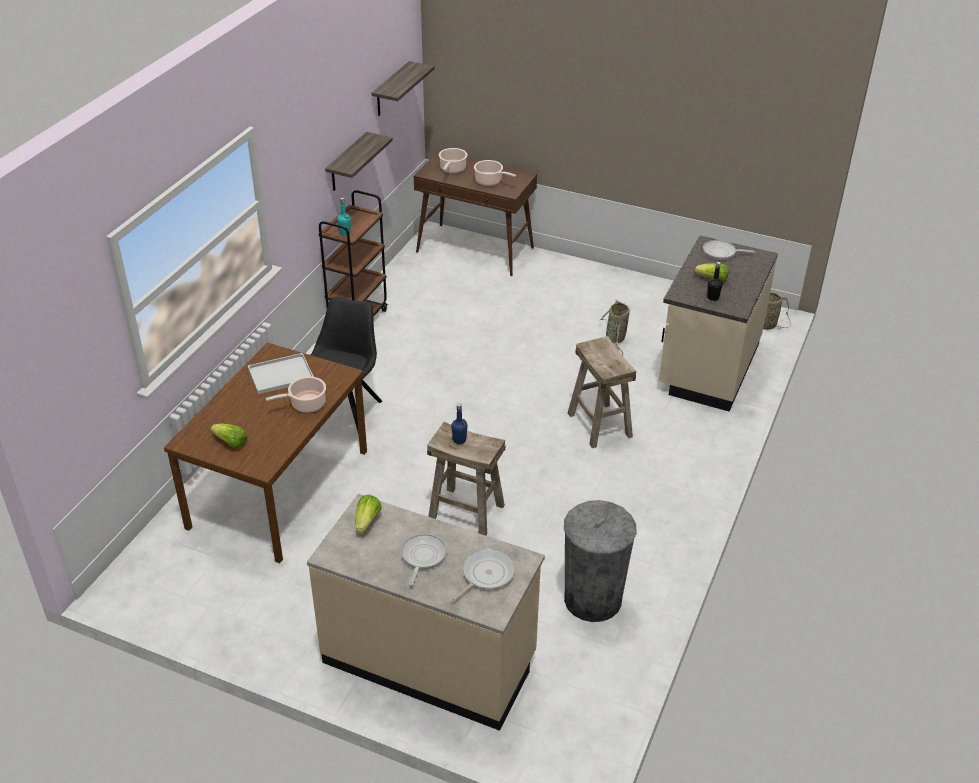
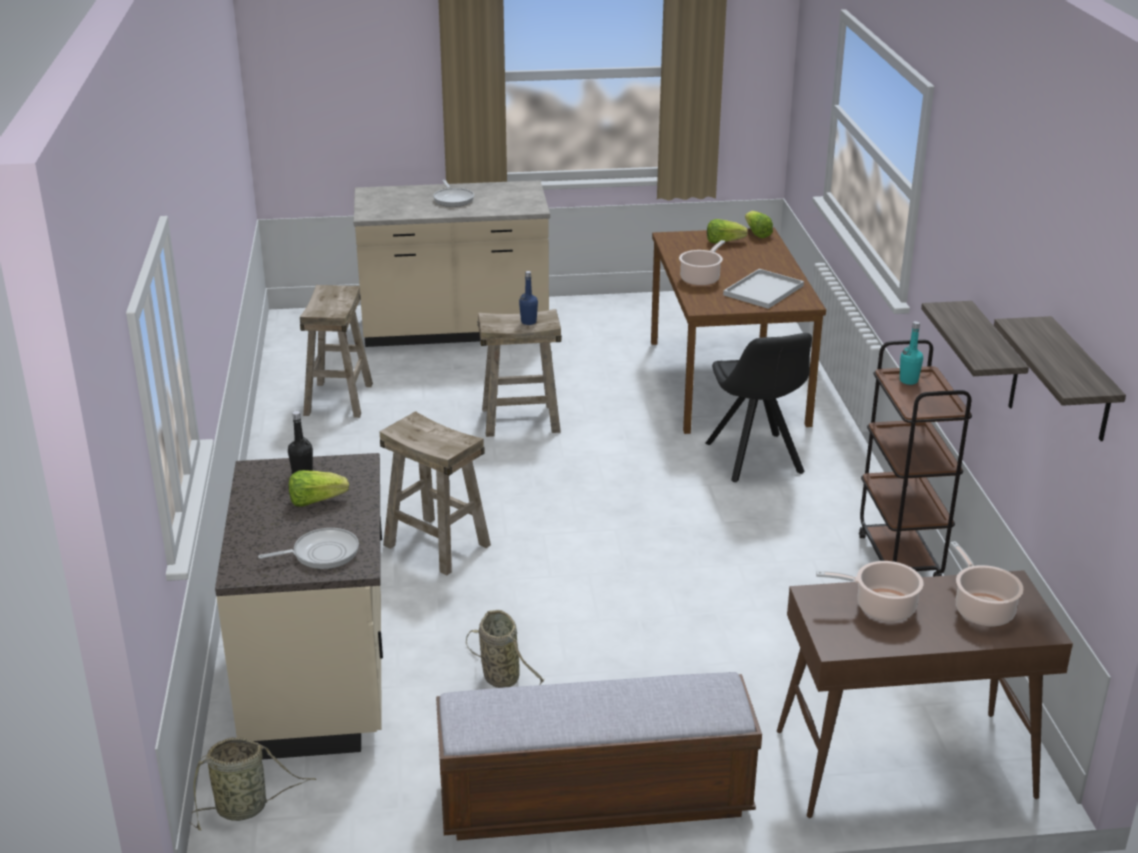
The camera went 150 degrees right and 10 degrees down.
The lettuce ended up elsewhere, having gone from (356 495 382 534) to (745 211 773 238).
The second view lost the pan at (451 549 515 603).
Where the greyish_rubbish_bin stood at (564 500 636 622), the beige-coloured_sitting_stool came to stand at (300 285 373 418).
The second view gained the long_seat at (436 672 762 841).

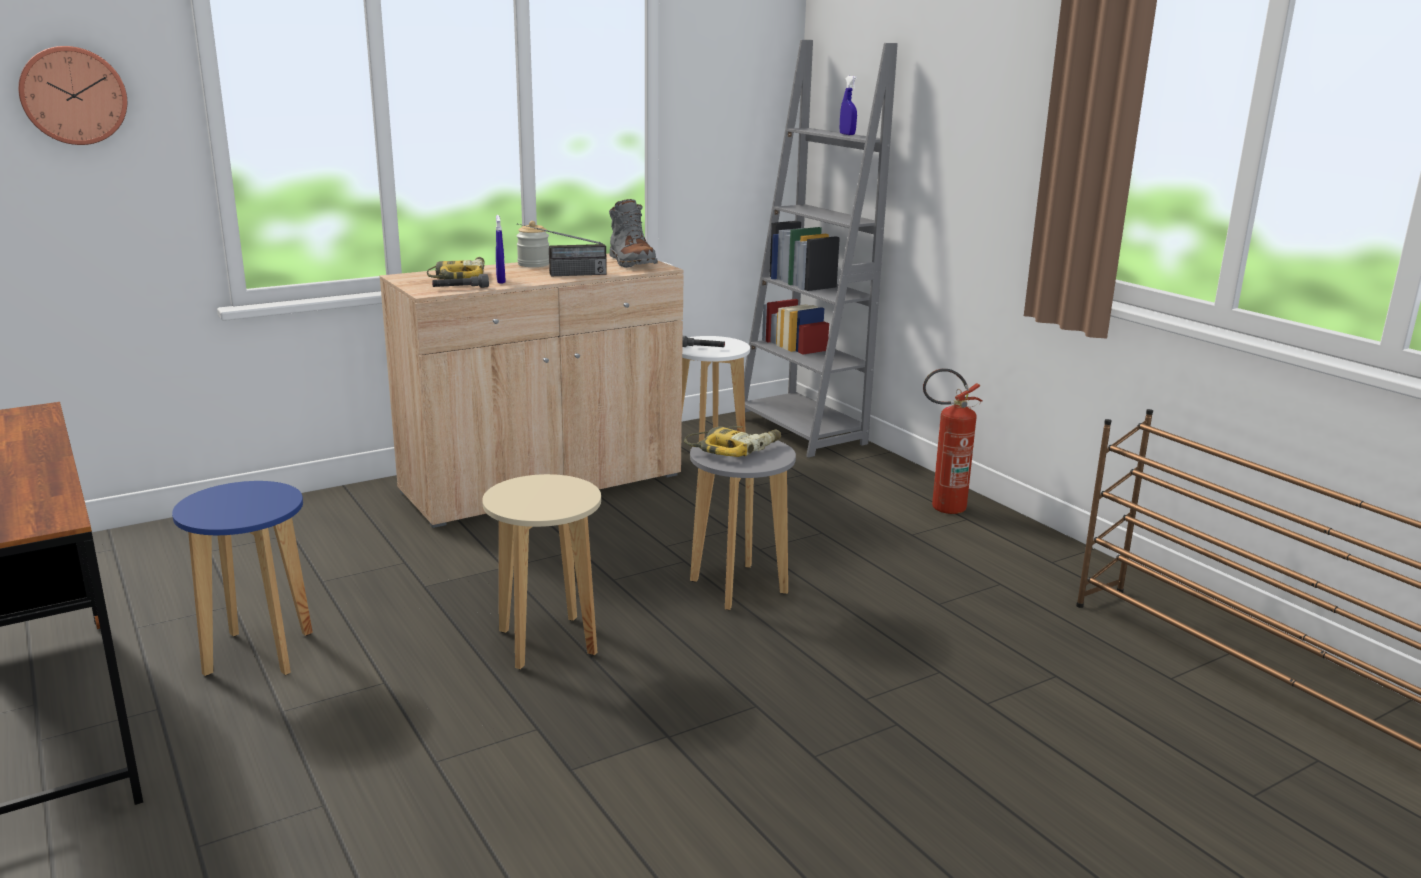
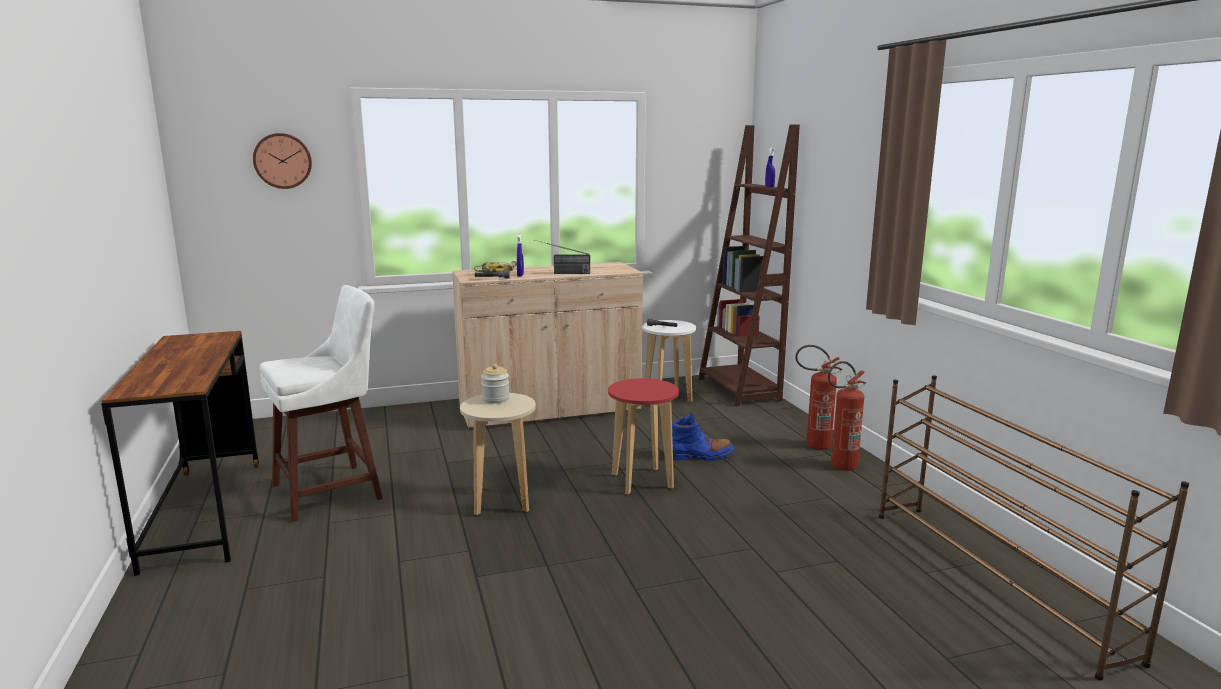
The camera went 15 degrees right and 5 degrees down.
Where the blue-coloured_sitting_stool stood at (172 481 313 676), the white_upright_chair came to stand at (260 285 383 522).
The storage_jar ended up elsewhere, having gone from (516 221 549 267) to (481 364 510 404).
The second view lost the greyish_high-top_boot at (609 199 658 268).
The second view lost the electric_drill at (684 426 781 457).
What was the greyish_sitting_stool at (690 440 796 610) turned into the reddish_sitting_stool at (608 378 679 495).
What was the greyish_bookshelf at (744 40 898 457) turned into the brownish_bookshelf at (698 125 800 406).
The second view gained the blue-coloured_high-top_boot at (672 413 734 461).
The second view gained the extinguisher at (828 361 866 471).

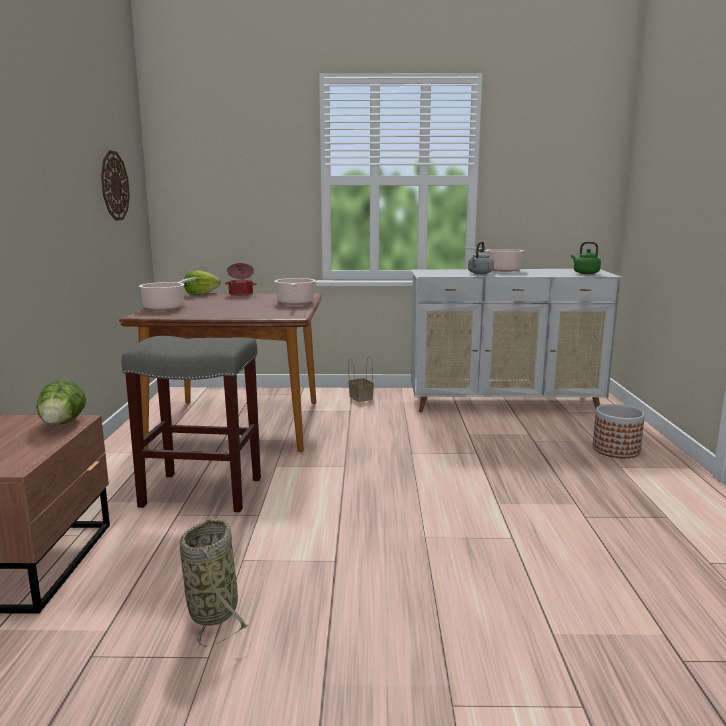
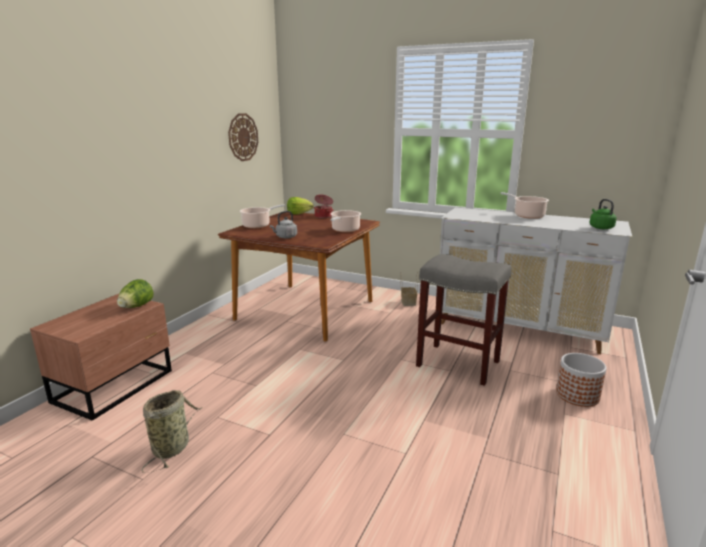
The camera went 25 degrees right and 5 degrees up.
The greyish_sitting_stool ended up elsewhere, having gone from (122 336 261 512) to (416 254 512 386).
The greyish_kettle ended up elsewhere, having gone from (468 242 494 274) to (270 211 297 239).

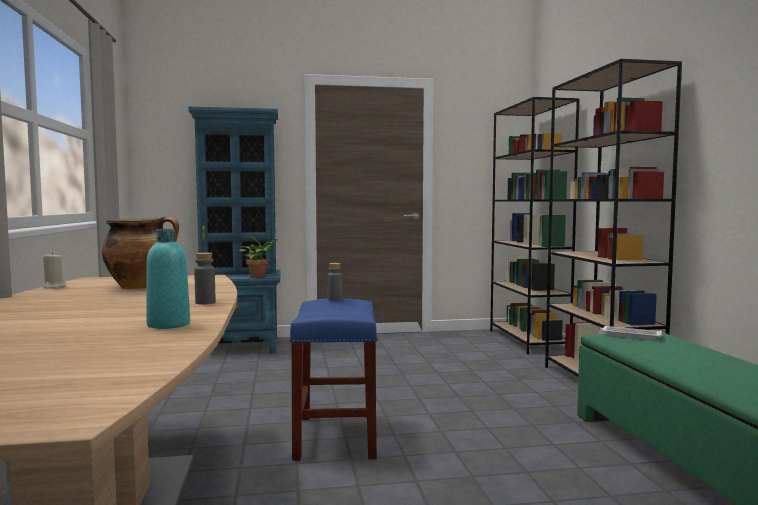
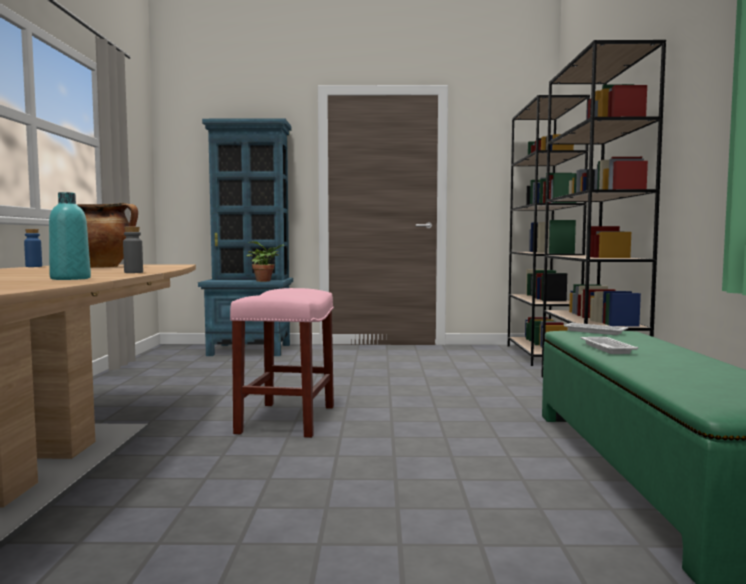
The camera went 10 degrees right and 0 degrees up.
Where the beige-coloured_candle stood at (42 252 66 289), the blue-coloured_bottle came to stand at (24 229 42 267).
What was the blue-coloured_sitting_stool at (289 298 378 461) turned into the pink_sitting_stool at (230 288 334 438).
The second view lost the greyish_bottle at (328 263 342 301).
The second view gained the white_tray at (580 337 638 354).

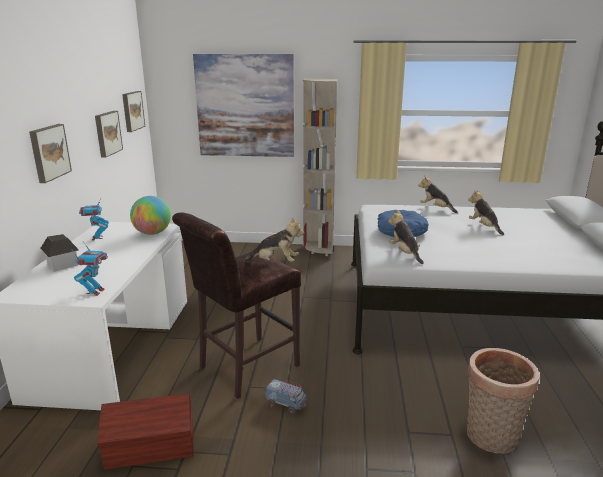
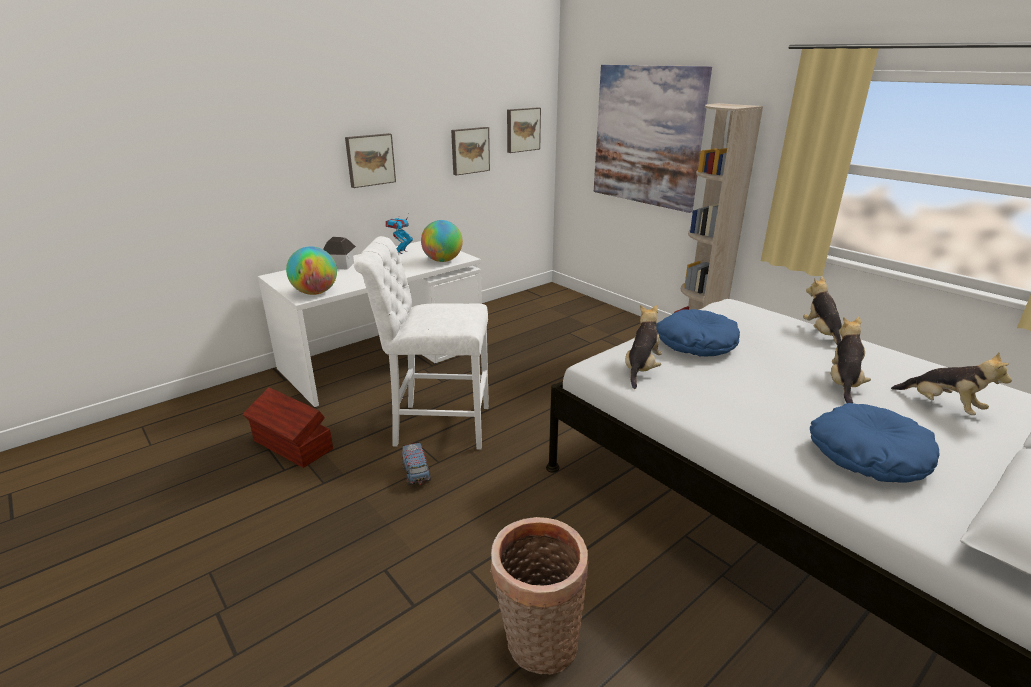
The camera went 45 degrees right and 5 degrees up.
Where the toy_robot stood at (71 241 108 296), the globe came to stand at (286 246 337 295).
What was the brownish_sitting_stool at (172 213 301 399) turned into the white_sitting_stool at (354 236 489 450).
The plush_toy ended up elsewhere, having gone from (244 217 304 262) to (891 352 1012 415).
The second view gained the blue-coloured_throw_pillow at (810 403 940 483).

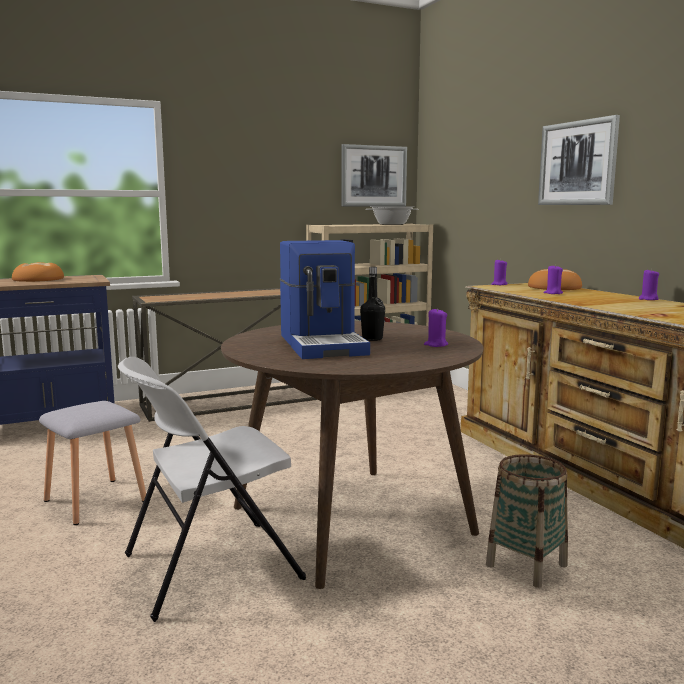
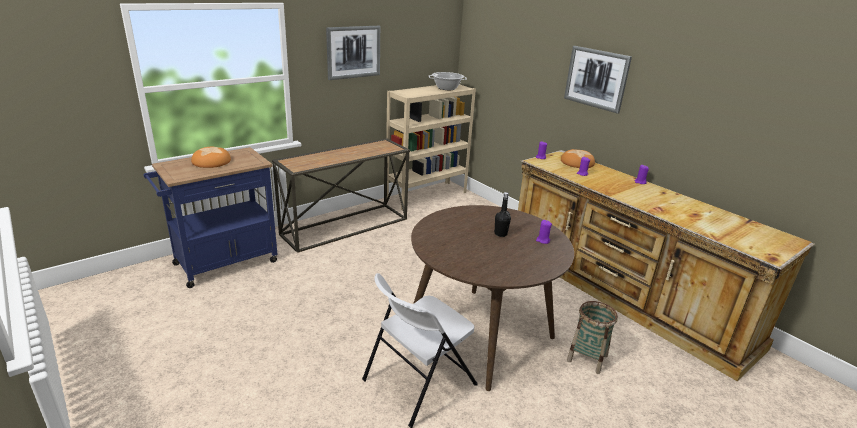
The camera went 15 degrees left and 15 degrees up.
The second view lost the greyish_sitting_stool at (39 401 146 525).
The second view lost the coffee_maker at (279 240 370 359).
The wall_art ended up elsewhere, having gone from (341 144 407 206) to (326 26 380 80).

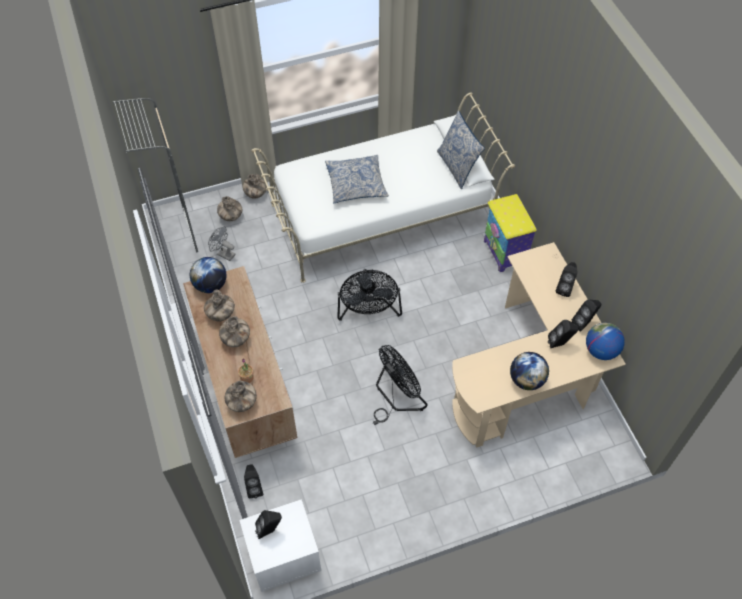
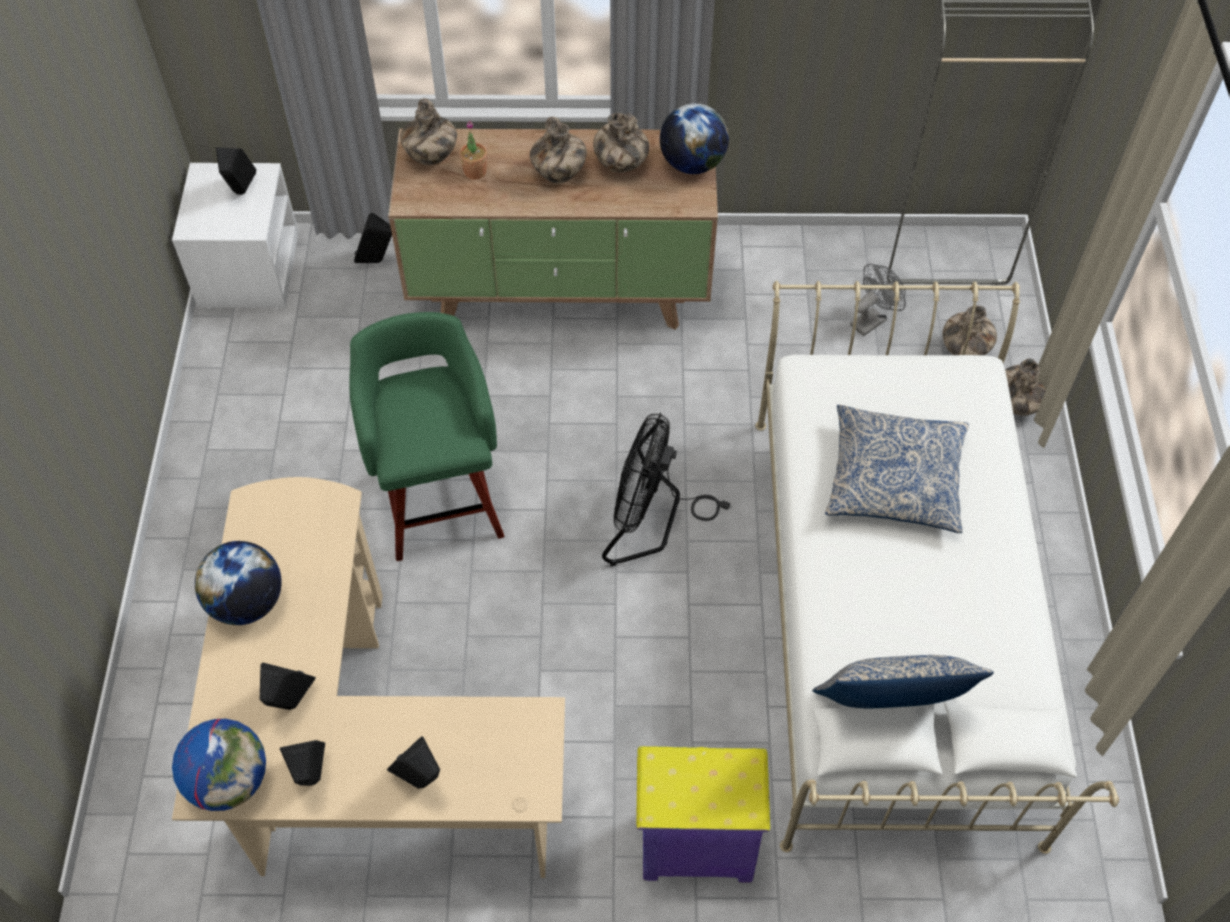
The camera went 110 degrees right and 0 degrees up.
Where the blackish_fan stood at (373 345 428 425), the green_sitting_stool came to stand at (349 312 504 561).

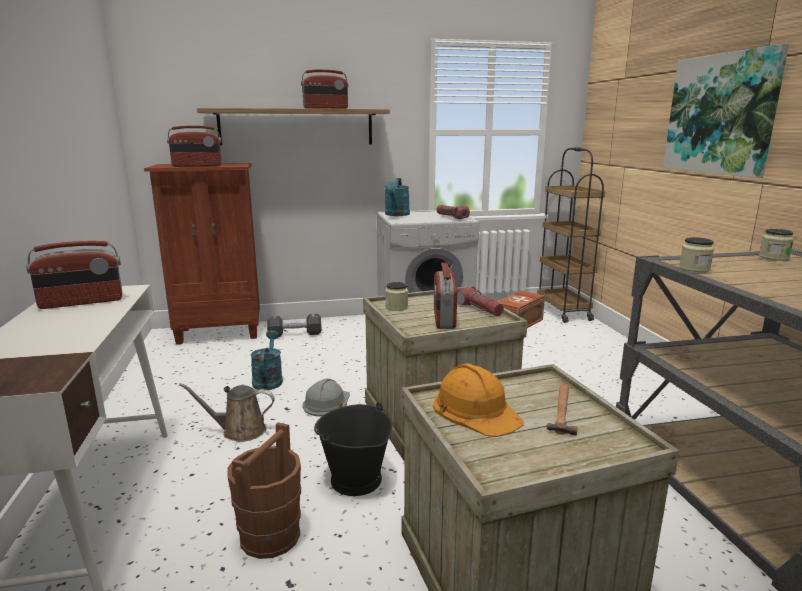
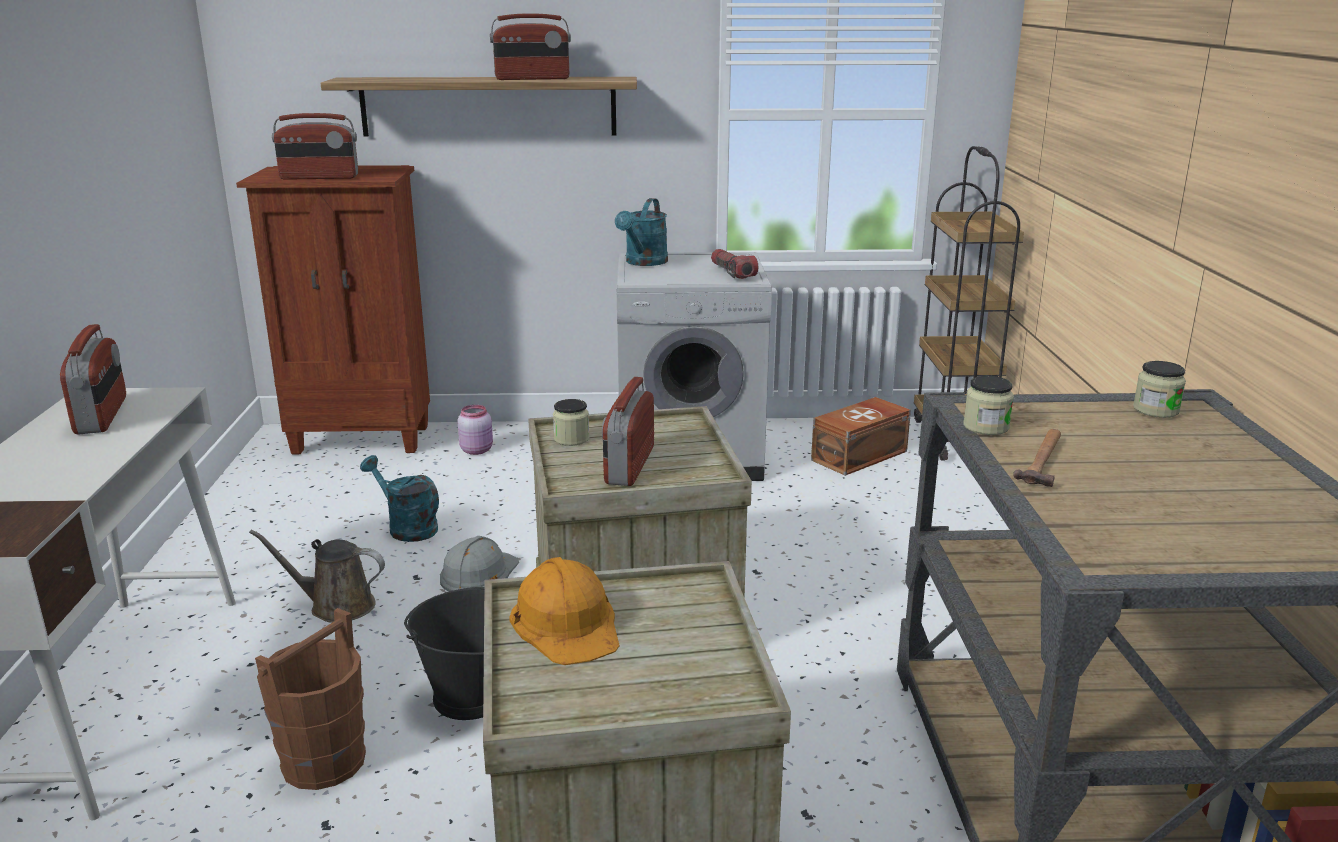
The camera went 10 degrees right and 5 degrees up.
The radio_set at (26 241 122 309) ended up facing another way, 90 degrees counterclockwise from before.
The blue-green_watering_pot at (251 330 283 390) ended up facing another way, 60 degrees counterclockwise from before.
Where the blackish_dumbbell stood at (267 314 322 337), the pink_storage_jar came to stand at (457 405 493 455).
The second view lost the hand_torch at (457 286 504 317).
The tool_hammer ended up elsewhere, having gone from (546 384 577 436) to (1013 429 1061 487).
The second view lost the wall_art at (663 43 789 178).

